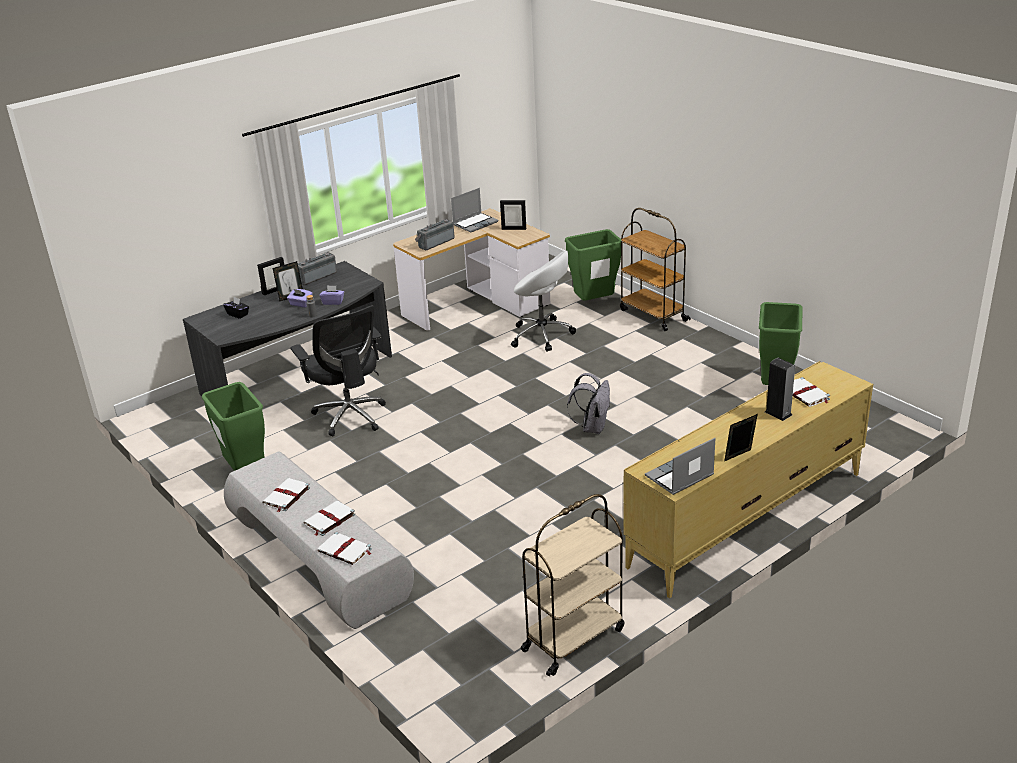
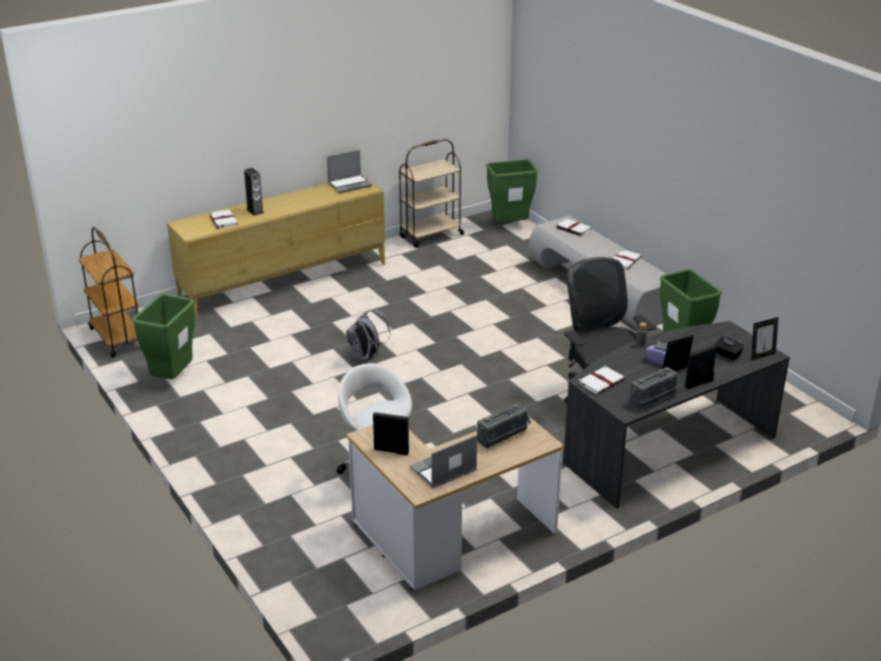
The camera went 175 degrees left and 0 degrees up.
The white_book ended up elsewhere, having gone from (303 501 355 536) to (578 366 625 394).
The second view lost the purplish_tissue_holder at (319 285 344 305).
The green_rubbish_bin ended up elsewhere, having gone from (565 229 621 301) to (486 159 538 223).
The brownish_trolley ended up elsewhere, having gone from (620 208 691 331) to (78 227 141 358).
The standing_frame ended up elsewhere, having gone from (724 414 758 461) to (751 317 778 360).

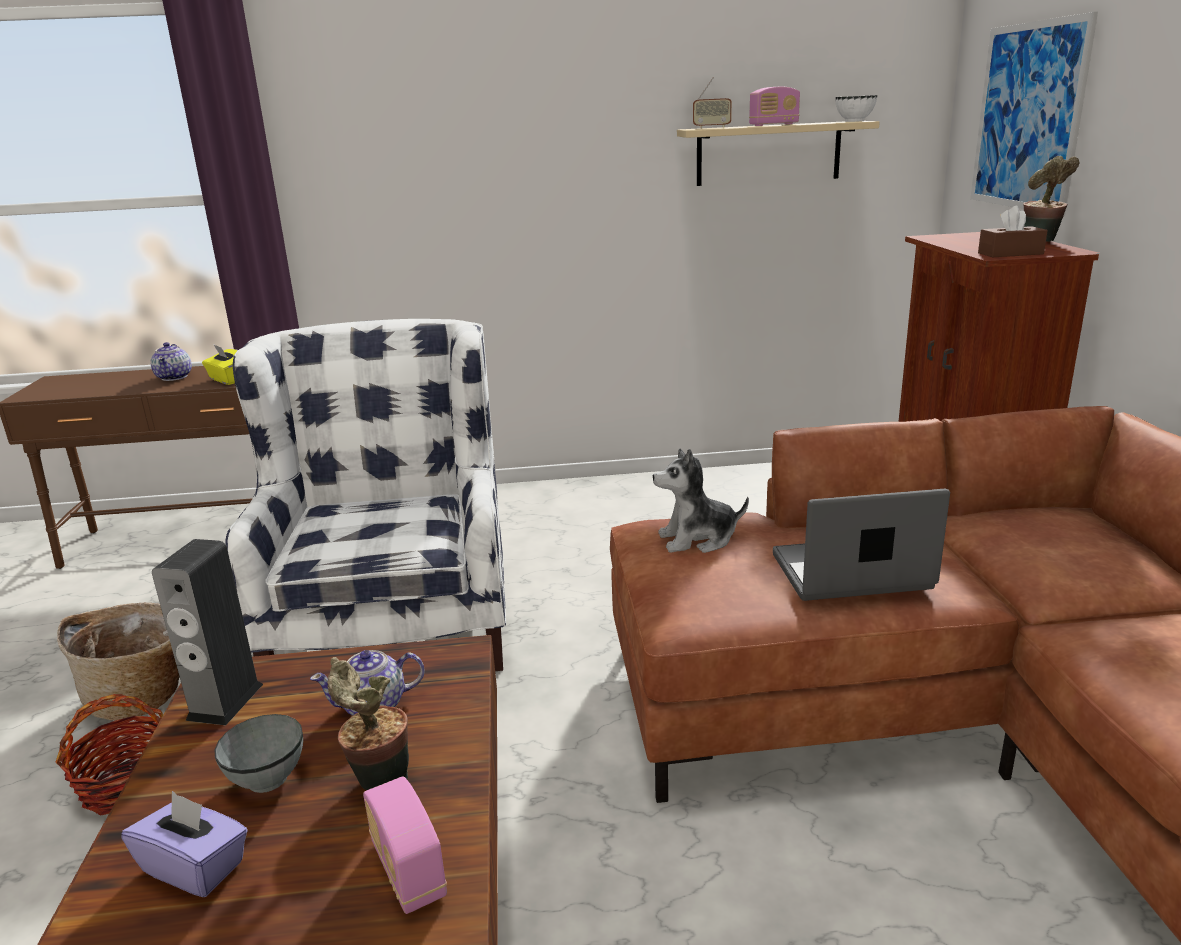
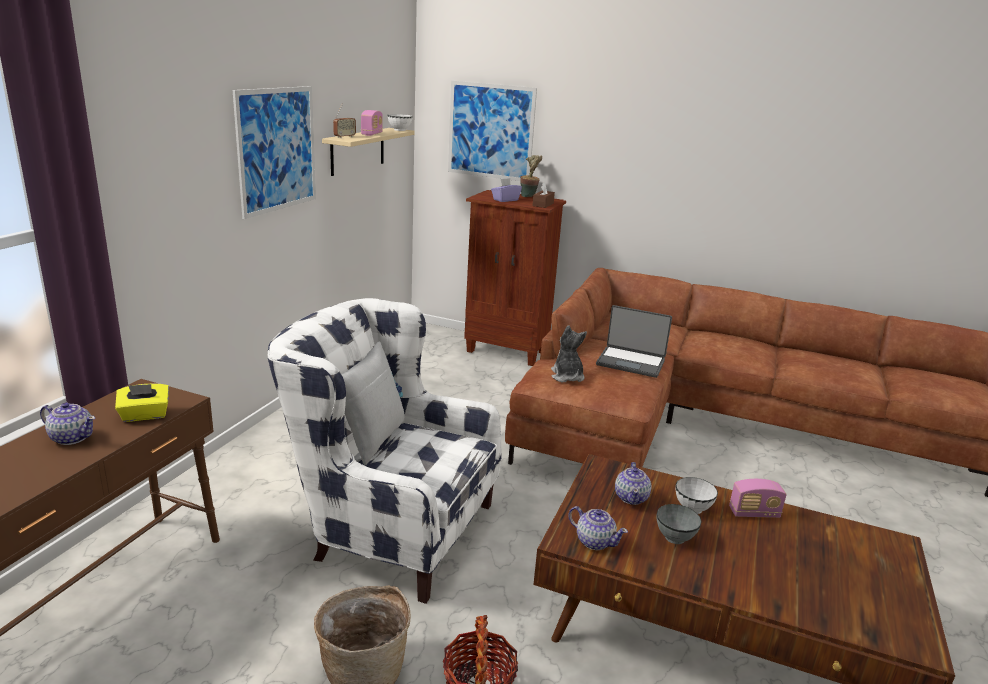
The camera went 65 degrees left and 0 degrees up.
The purplish_tissue_holder ended up elsewhere, having gone from (121 791 248 897) to (491 178 522 202).
Where the audio_speaker stood at (152 539 263 725), the pot_for_tea came to stand at (568 506 628 550).
Where the plant_in_a_pot stood at (327 657 409 790), the white_deep_dish came to stand at (675 477 718 514).
The plush_toy at (653 448 749 553) ended up facing another way, 150 degrees clockwise from before.
The laptop at (773 489 950 601) ended up facing another way, 90 degrees counterclockwise from before.
The second view gained the wall_art at (233 86 316 219).
The second view gained the greyish_throw_pillow at (342 341 405 465).

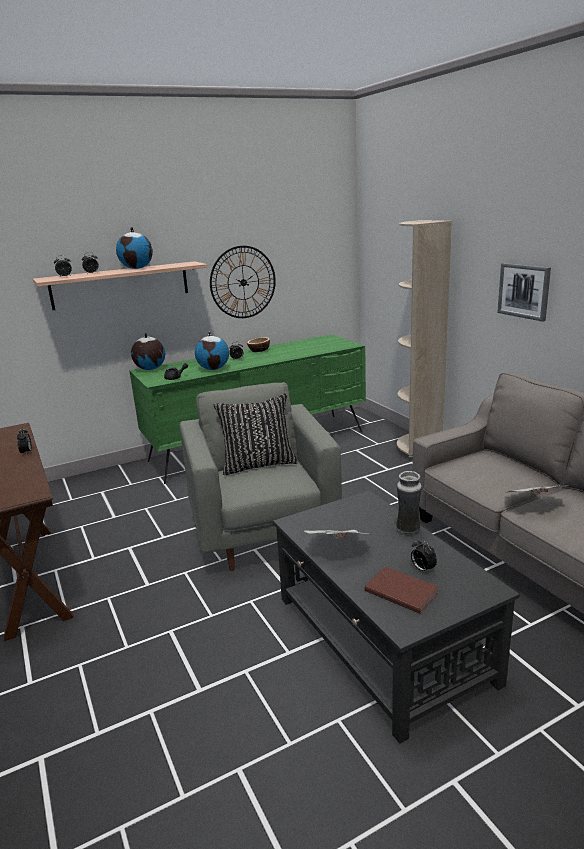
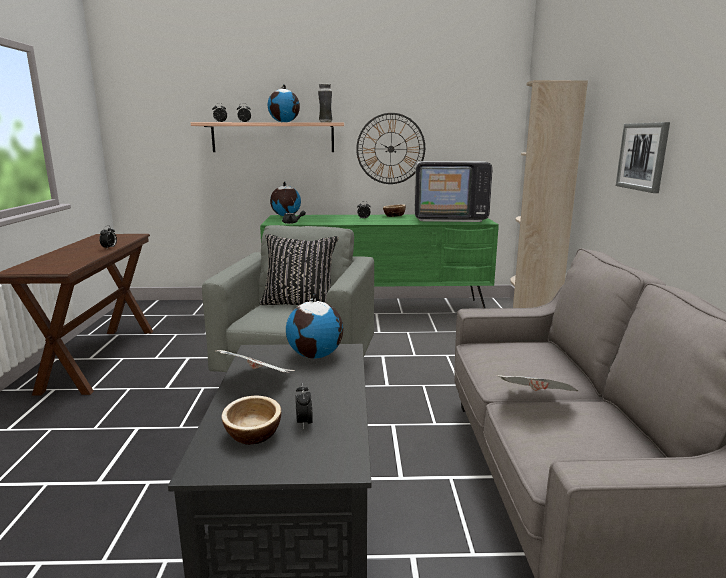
The camera went 25 degrees right and 5 degrees down.
The globe ended up elsewhere, having gone from (195 331 229 370) to (286 293 343 359).
Where the brownish_book stood at (365 567 438 614), the deep_dish came to stand at (222 396 281 445).
The flower_vase ended up elsewhere, having gone from (396 471 422 535) to (318 84 333 122).
The second view gained the television at (414 161 493 222).

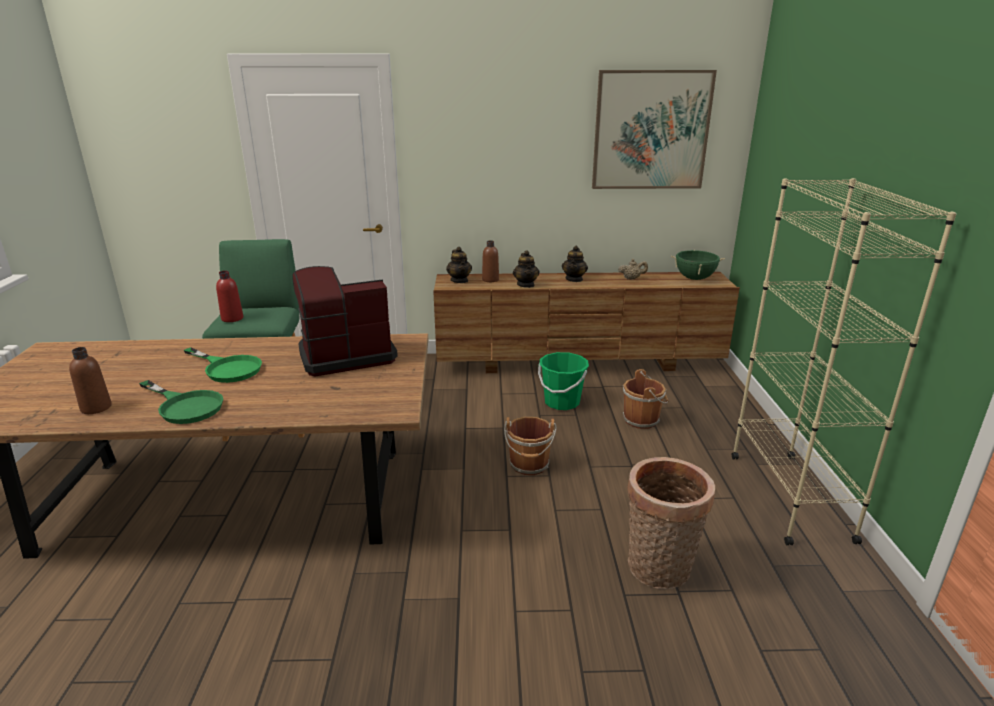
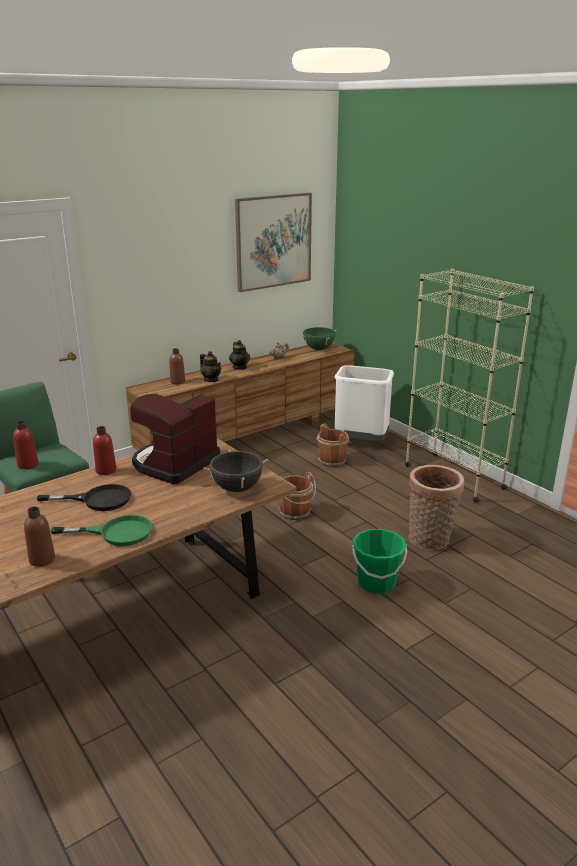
The camera went 35 degrees left and 0 degrees up.
What was the green_pan at (184 347 262 383) turned into the blackish_pan at (37 484 131 511).
The second view lost the pot_for_tea at (446 247 472 283).
The green_pail ended up elsewhere, having gone from (538 352 589 410) to (352 529 407 594).
The second view gained the reddish_bottle at (93 426 116 475).
The second view gained the blackish_cooking_pot at (204 450 268 492).
The second view gained the white_rubbish_bin at (335 365 394 441).

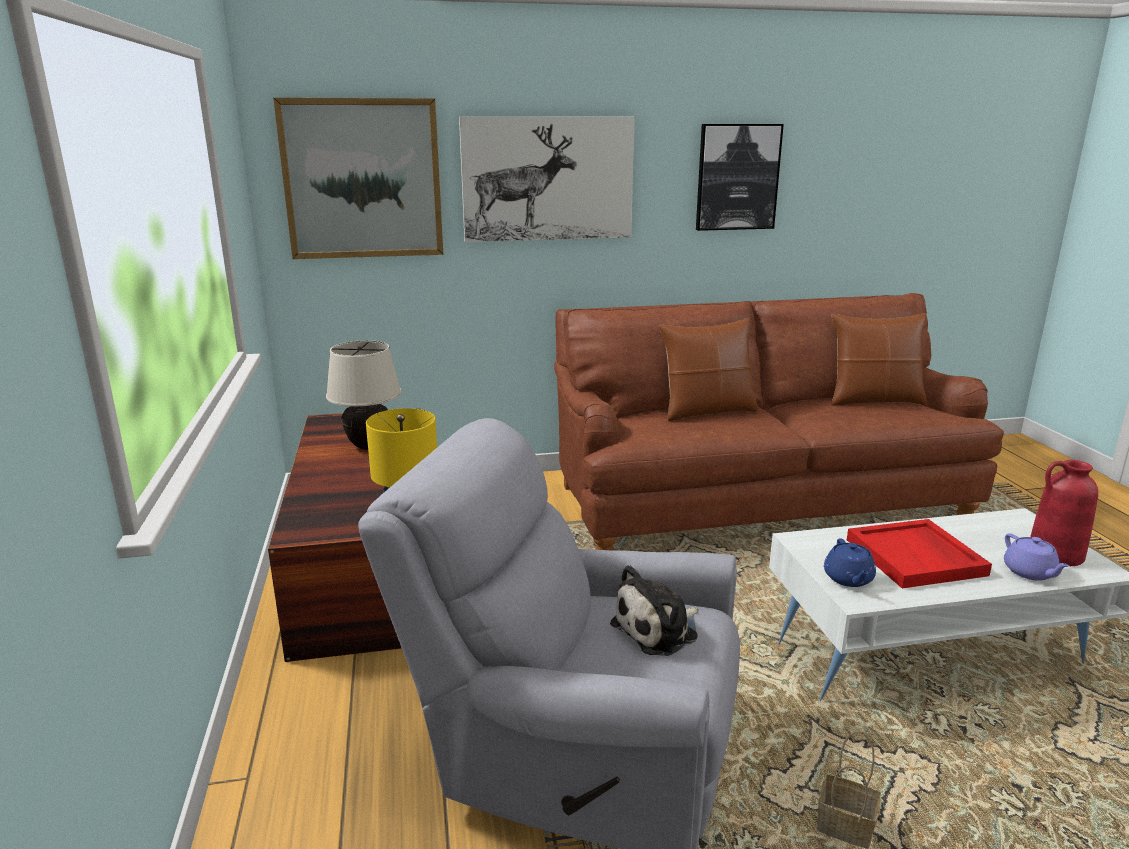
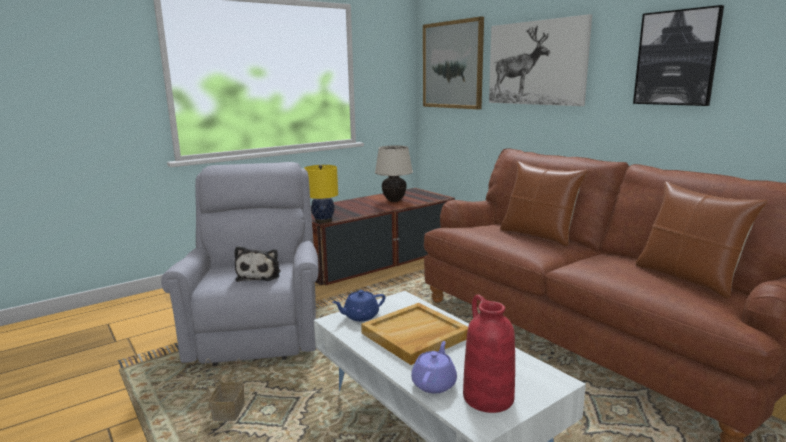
The camera went 65 degrees right and 5 degrees down.
The plush_toy at (610 565 699 656) ended up facing another way, 120 degrees counterclockwise from before.
What was the reddish_tray at (847 519 992 588) turned into the beige-coloured_tray at (361 303 468 365).
The purplish_pot_for_tea at (1004 533 1070 581) ended up facing another way, 150 degrees clockwise from before.

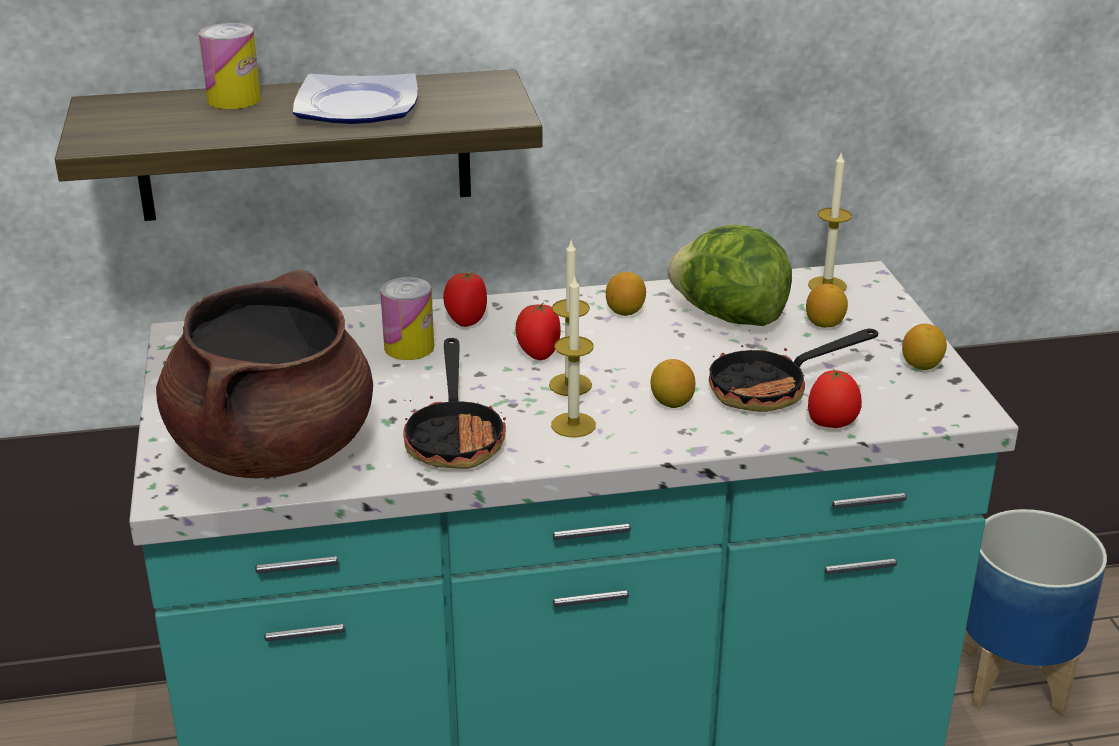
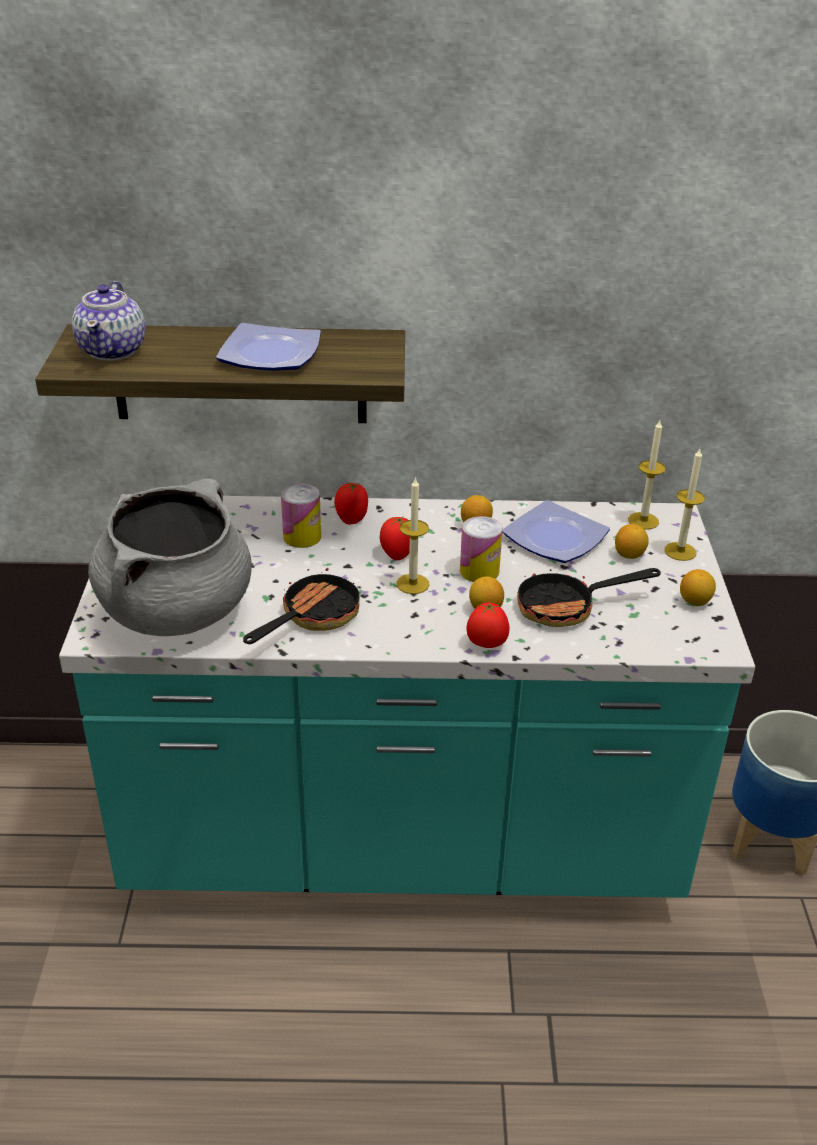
The camera went 10 degrees right and 5 degrees up.
What was the brownish_cooking_pot at (156 270 373 478) turned into the greyish_cooking_pot at (88 479 252 636).
The sealed_can ended up elsewhere, having gone from (199 23 261 109) to (460 516 503 582).
The pan at (403 338 506 469) ended up facing another way, 150 degrees counterclockwise from before.
The candle ended up elsewhere, having gone from (551 274 596 438) to (664 449 705 561).
Where the lettuce stood at (667 225 792 326), the dinner_plate came to stand at (502 500 610 563).
The fresh_tomato ended up elsewhere, having gone from (808 369 862 428) to (467 602 509 648).
The second view gained the pot_for_tea at (72 281 145 361).

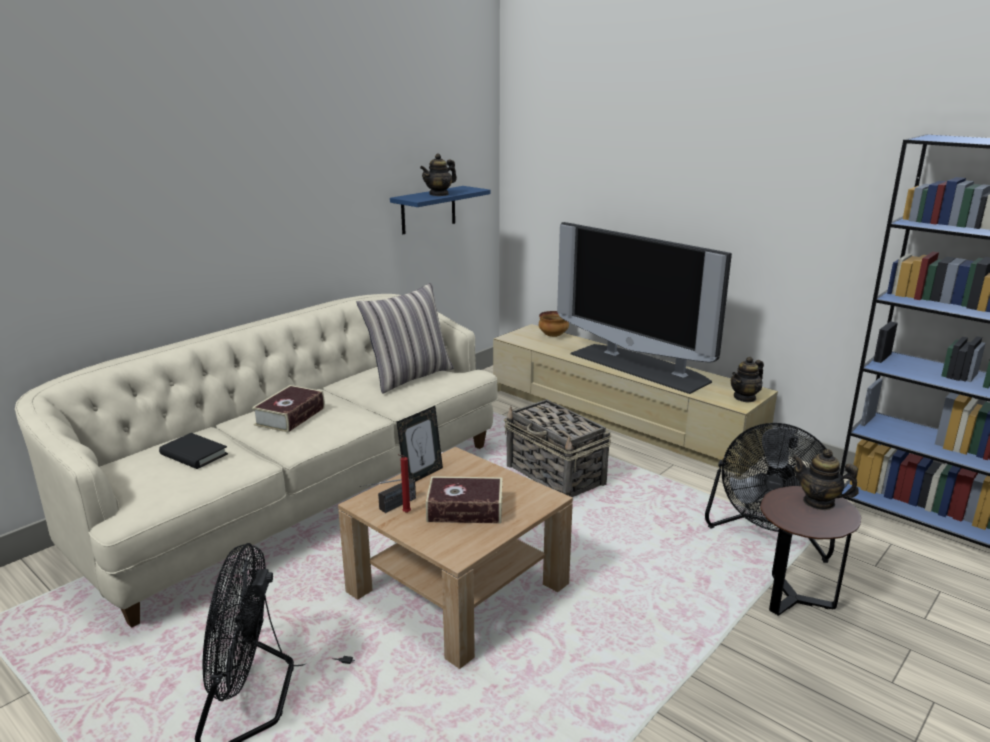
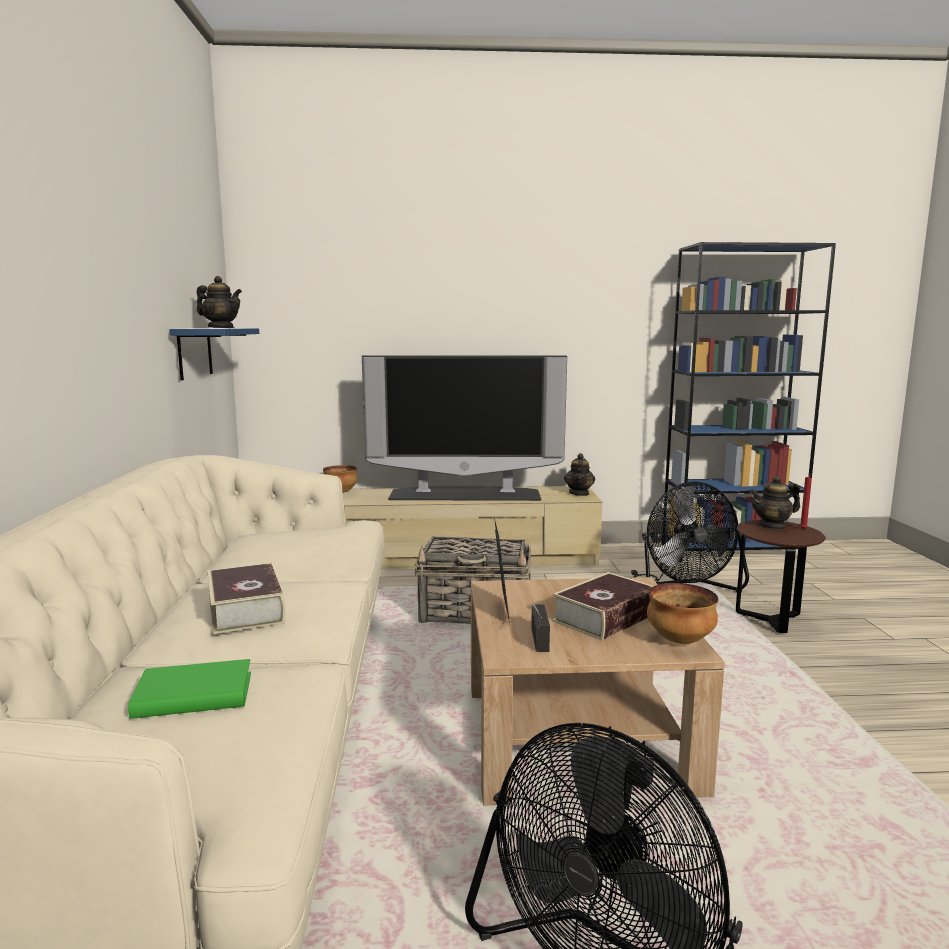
The camera went 45 degrees left and 10 degrees down.
What was the blackish_book at (159 433 228 469) turned into the green_book at (128 659 251 719).
The second view lost the throw_pillow at (356 283 454 394).
The reddish_candle ended up elsewhere, having gone from (398 454 411 513) to (800 473 812 529).
The pot_for_tea at (420 153 457 196) ended up facing another way, 75 degrees counterclockwise from before.
The second view gained the deep_dish at (647 583 719 644).

